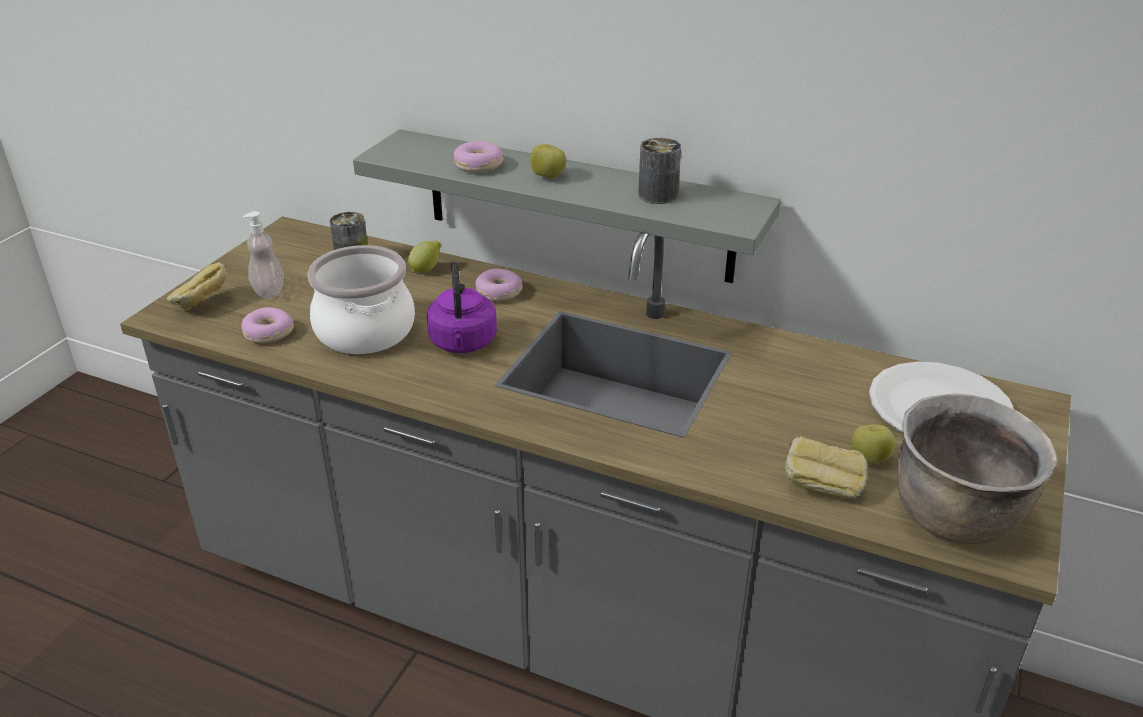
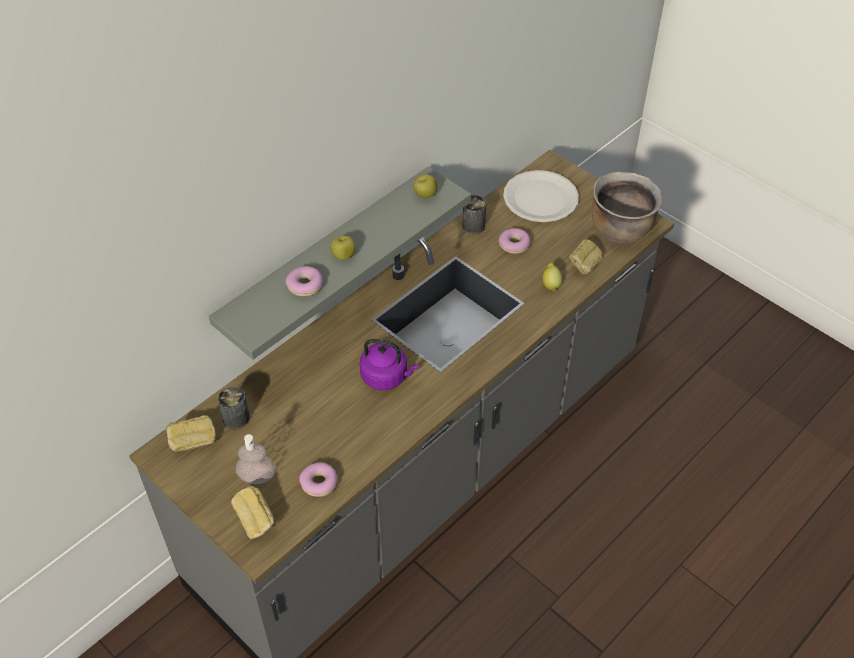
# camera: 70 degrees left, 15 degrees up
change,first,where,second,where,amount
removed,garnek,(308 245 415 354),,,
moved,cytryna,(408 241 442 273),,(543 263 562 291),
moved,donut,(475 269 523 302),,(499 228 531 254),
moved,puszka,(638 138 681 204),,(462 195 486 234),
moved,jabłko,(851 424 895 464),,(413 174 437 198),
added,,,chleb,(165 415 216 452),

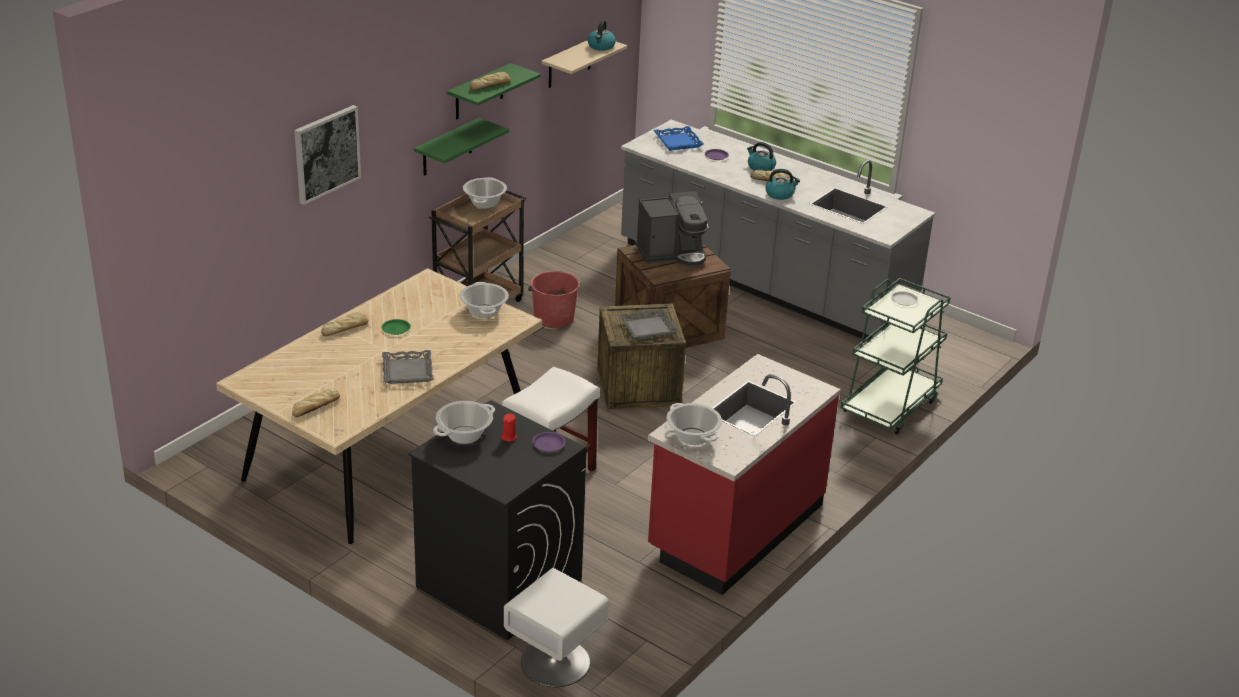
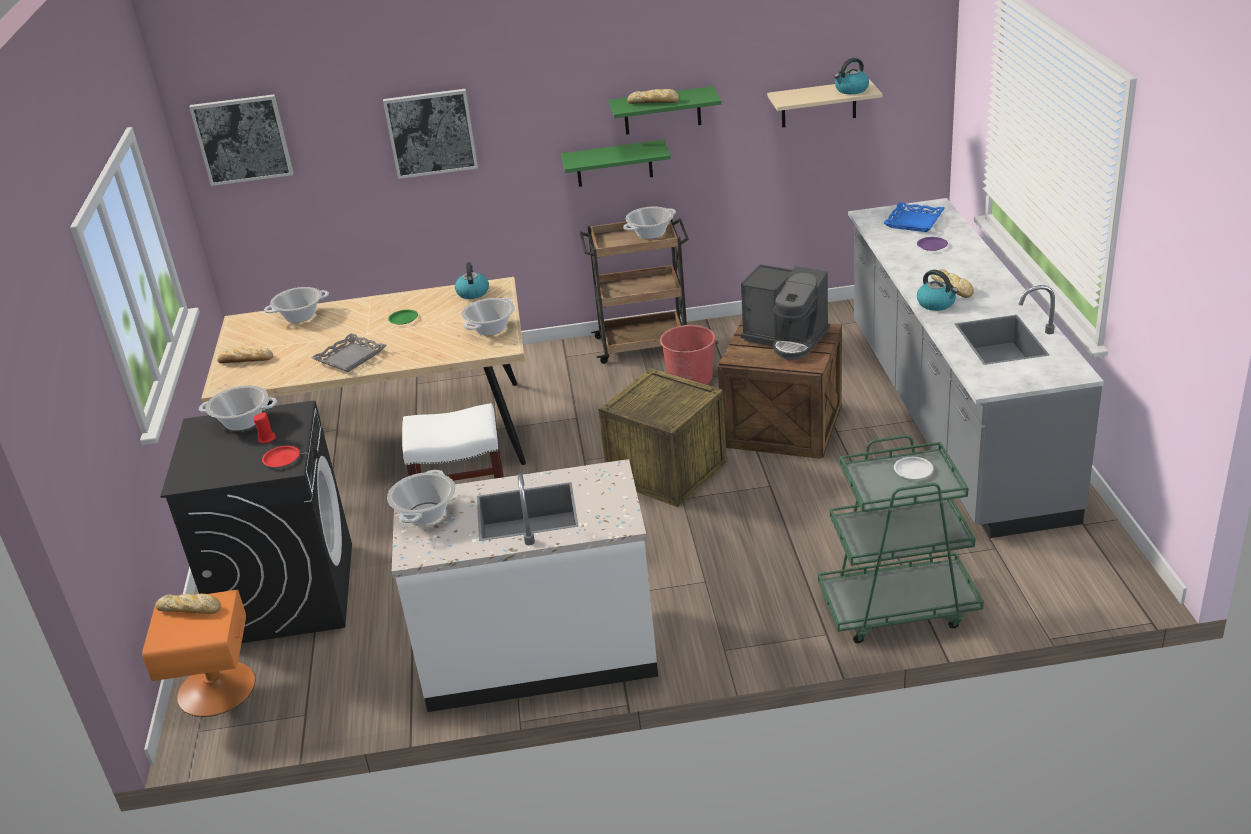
# camera: 50 degrees right, 0 degrees up
change,first,where,second,where,amount
moved,chleb,(321 312 369 336),,(156 594 221 614),
recoloured,szafka nocna/biały,(504 568 609 687),szafka nocna/pomarańczowy,(142 590 255 717),
recoloured,talerz/fioletowy,(532 432 565 451),talerz/czerwony,(262 446 300 467),
removed,taca/szary,(619 309 679 340),,,
recoloured,zabudowa kuchenna/czerwony,(648 354 841 595),zabudowa kuchenna/biały,(392 459 658 712),
moved,czajnik,(747 142 776 171),,(455 262 489 299),
added,,,obraz,(189 94 293 186),
added,,,garnek,(264 287 329 323),

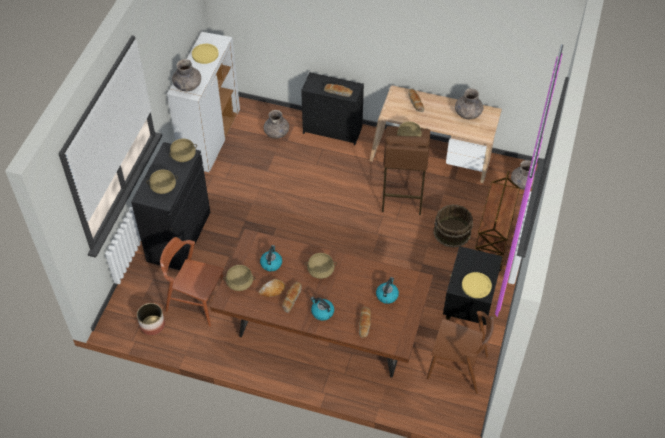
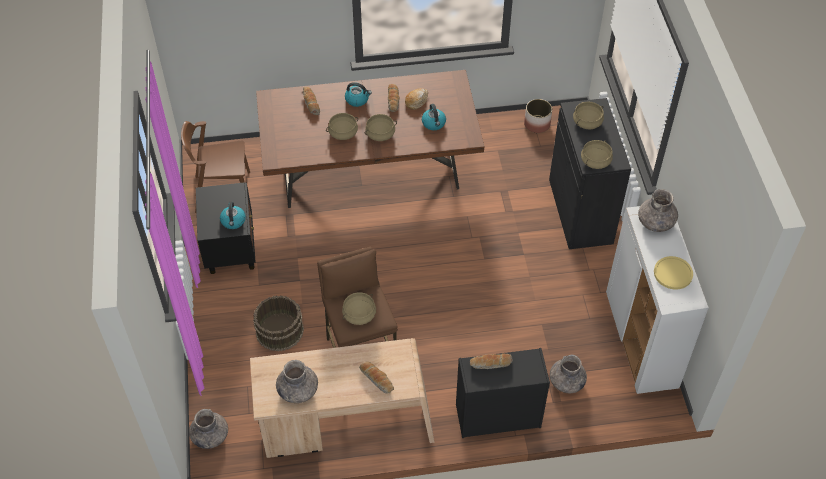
# camera: 155 degrees right, 0 degrees up
change,first,where,second,where,amount
removed,krzesło/brązowy,(160 237 224 327),,,
moved,garnek/beżowy,(223 265 256 291),,(326 113 358 140),
moved,czajnik,(376 277 399 304),,(220 202 246 229),
removed,talerz/żółty,(462 272 492 298),,,
removed,wózek/brązowy,(475 171 520 271),,,

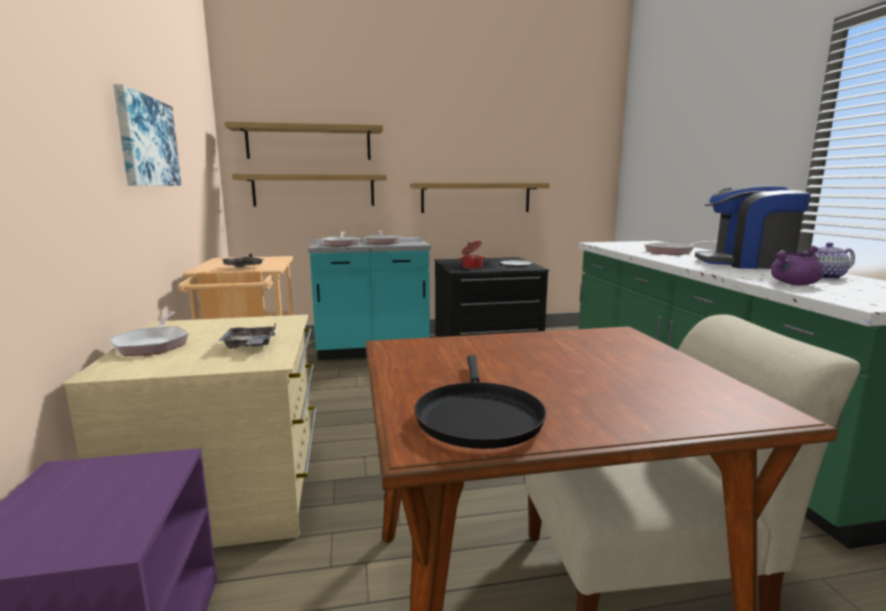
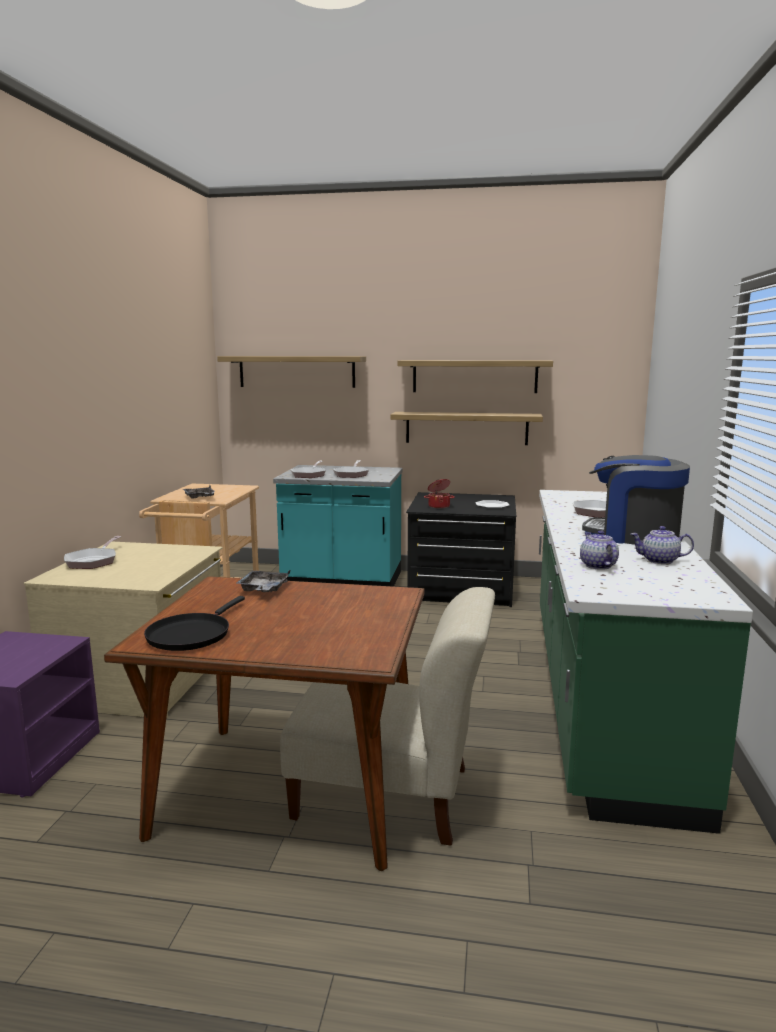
# camera: 20 degrees right, 0 degrees up
change,first,where,second,where,amount
removed,obraz,(113 84 182 186),,,
moved,taca/szary,(218 323 276 349),,(236 570 290 592),
moved,półka,(232 174 387 207),,(397 360 553 393),
replaced,garnek/fioletowy,(771 246 824 285),imbryk,(580 530 619 570),

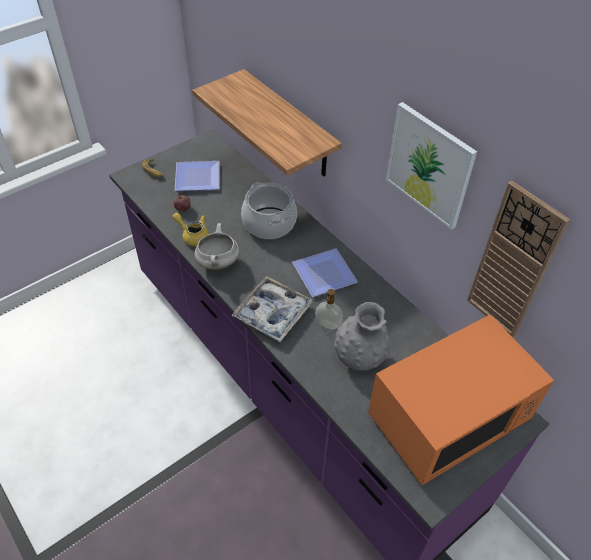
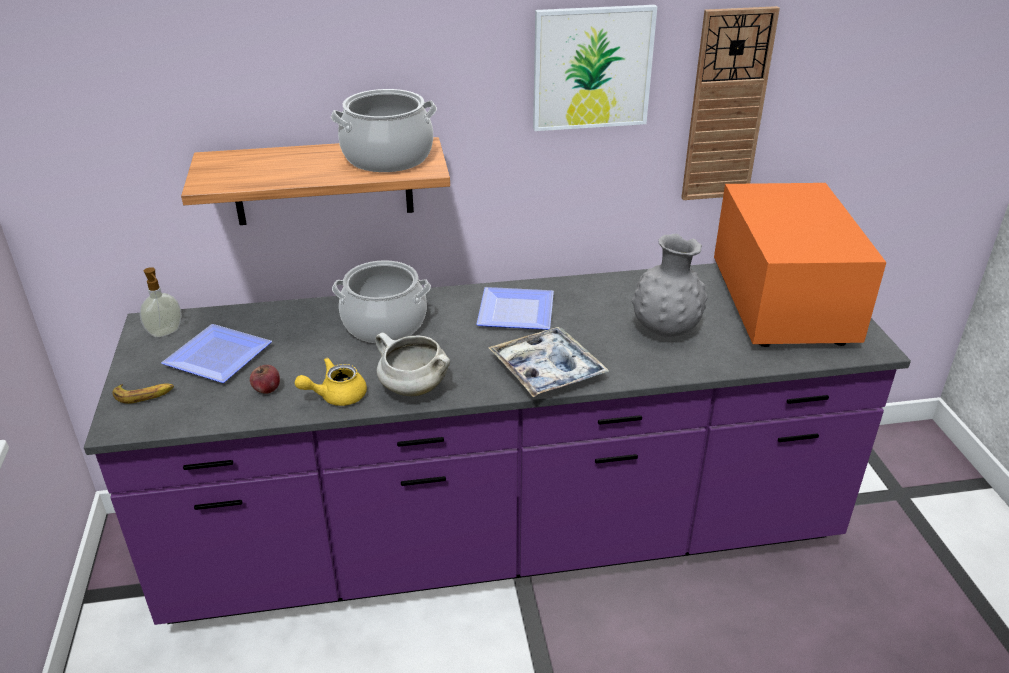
# camera: 60 degrees left, 15 degrees down
change,first,where,second,where,amount
moved,dozownik mydła,(315 289 343 330),,(140 267 182 337),
added,,,garnek,(331 89 437 172),

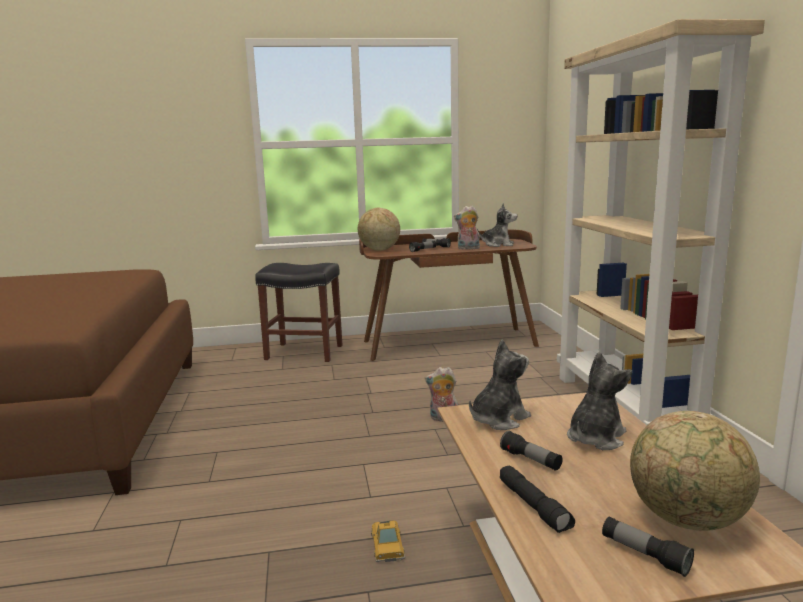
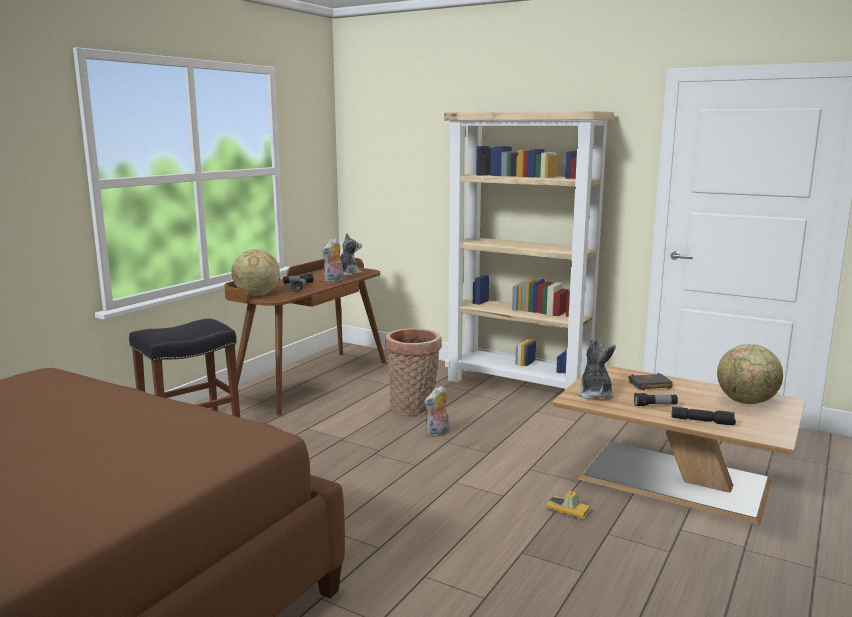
# camera: 50 degrees left, 0 degrees up
change,first,where,second,where,amount
replaced,pluszak,(567 352 632 450),książka/czarny,(628 372 673 390),
removed,latarka,(602 517 694 577),,,
added,,,koszyk,(385 328 441 415),

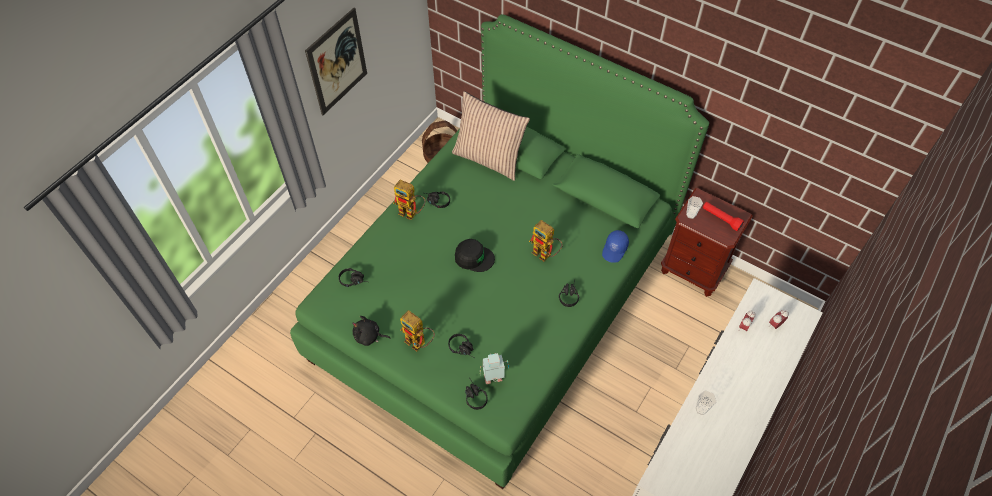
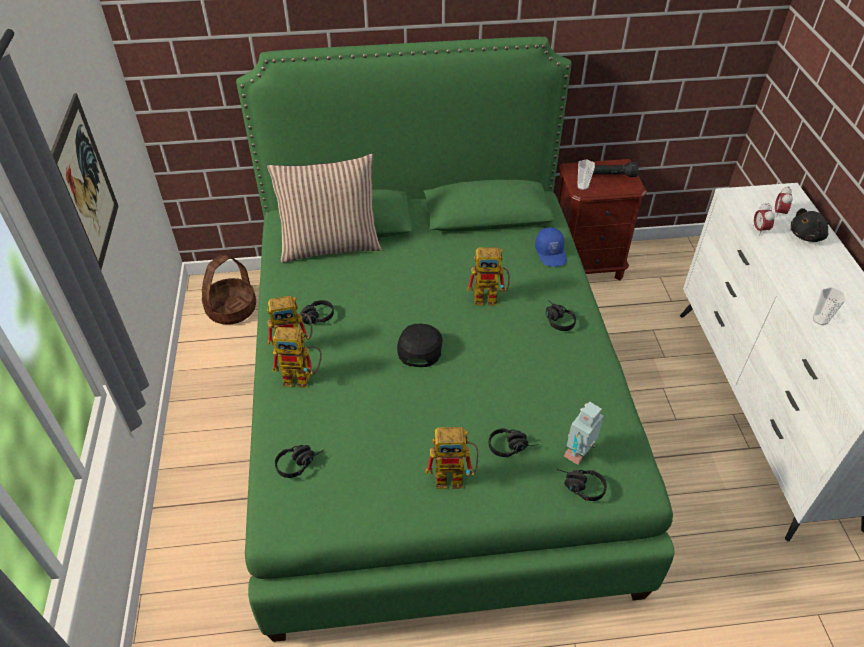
# camera: 40 degrees left, 10 degrees down
change,first,where,second,where,amount
moved,pluszak/czarny,(352 316 391 346),,(790 208 829 242),
turned,czapka z daszkiem/czarny,(455 239 495 272),,(397 324 443 367),60 degrees counterclockwise
recoloured,latarka/czerwony,(703 202 744 231),latarka/czarny,(593 162 638 177),
added,,,robot zabawkowy,(272 327 322 388),

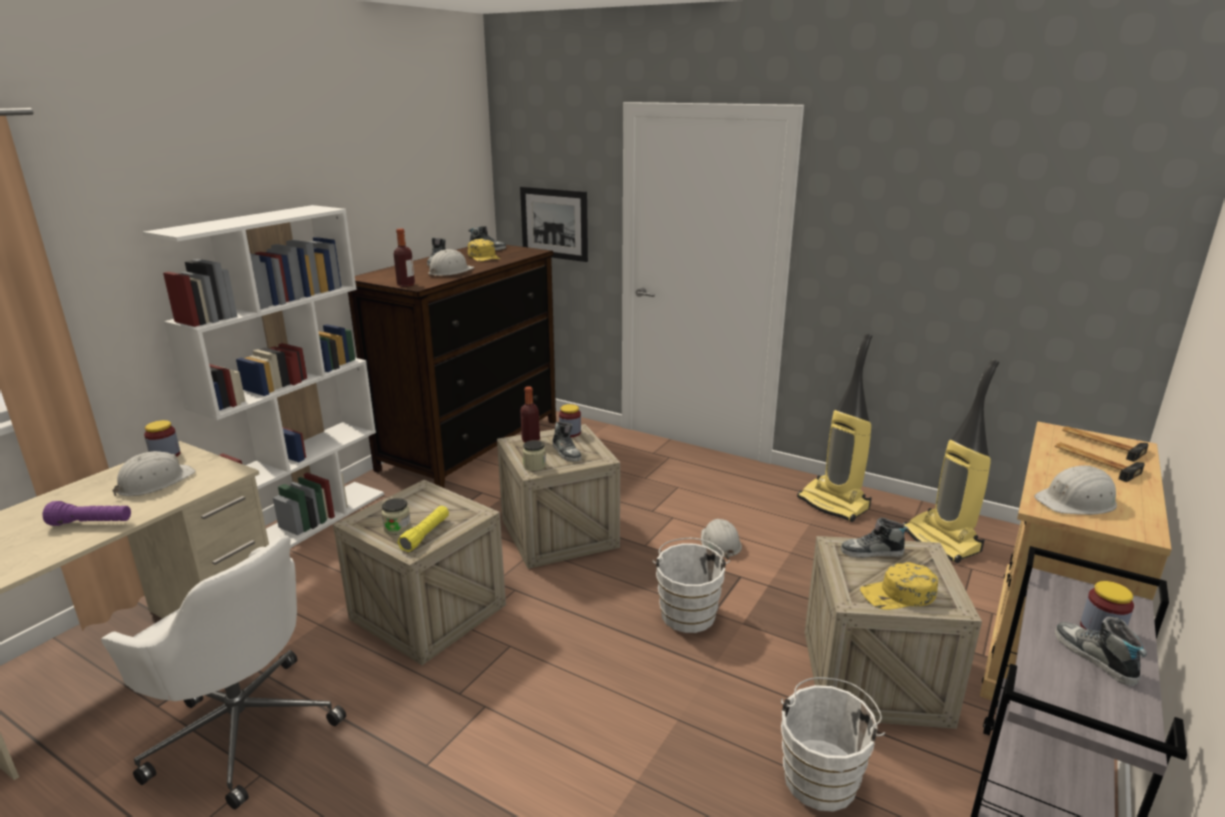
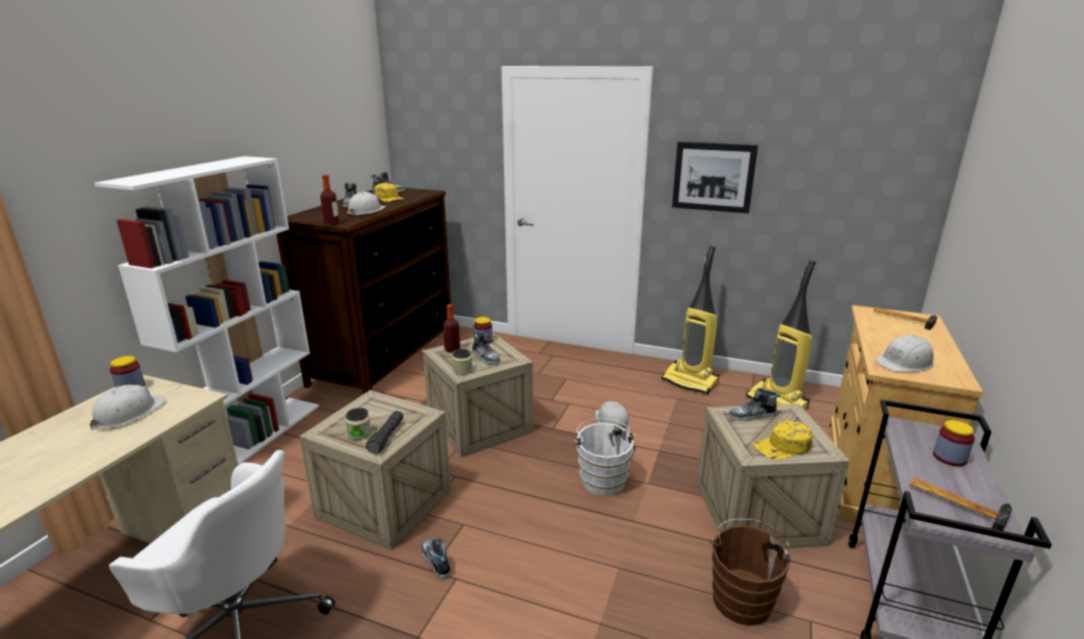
# camera: 10 degrees left, 0 degrees up
change,first,where,second,where,amount
removed,latarka/fioletowy,(42 501 131 526),,,
recoloured,latarka/żółty,(398 506 449 552),latarka/czarny,(366 411 403 454),
moved,obraz,(520 186 588 262),,(672 142 758 213),
recoloured,wiadro/biały,(781 677 885 811),wiadro/brązowy,(710 519 795 626),
moved,młotek,(1055 442 1145 482),,(909 477 1012 531),
moved,but,(1055 617 1147 686),,(421 537 451 580),

